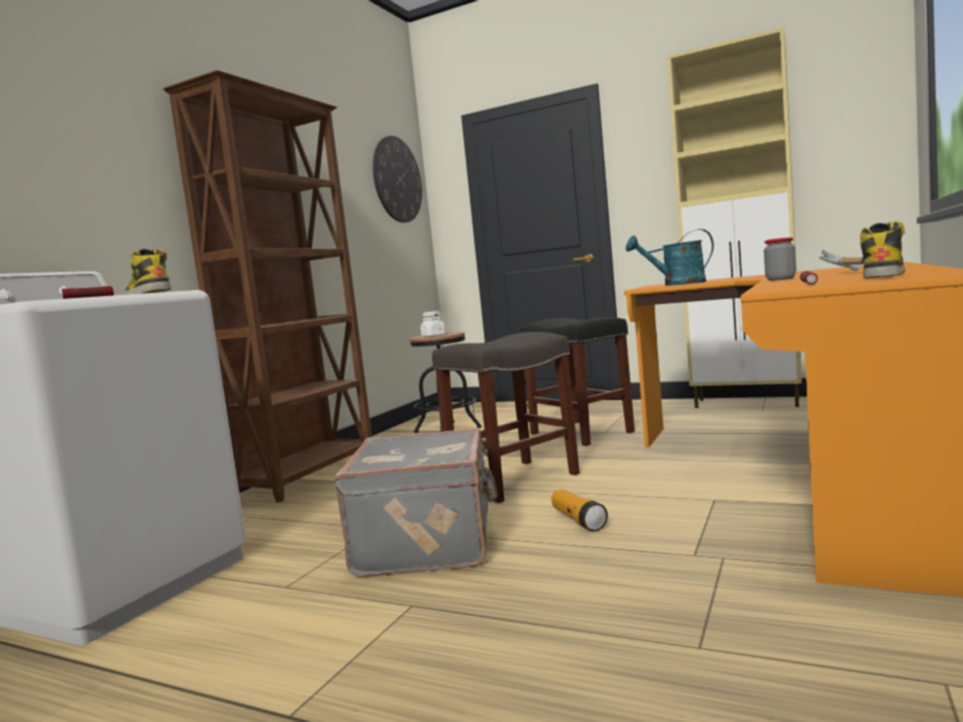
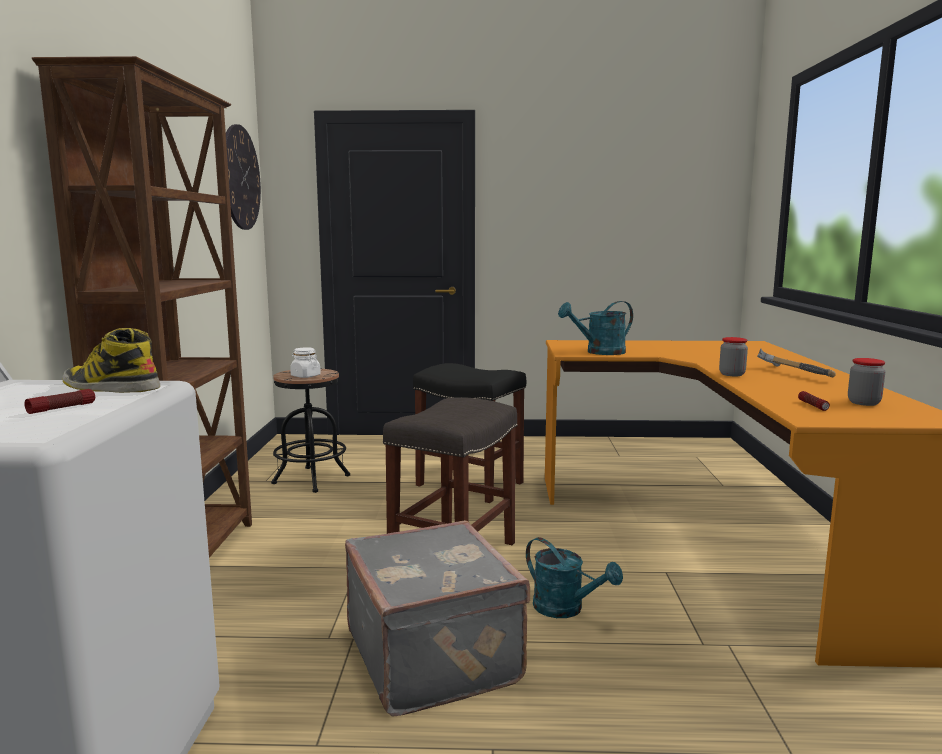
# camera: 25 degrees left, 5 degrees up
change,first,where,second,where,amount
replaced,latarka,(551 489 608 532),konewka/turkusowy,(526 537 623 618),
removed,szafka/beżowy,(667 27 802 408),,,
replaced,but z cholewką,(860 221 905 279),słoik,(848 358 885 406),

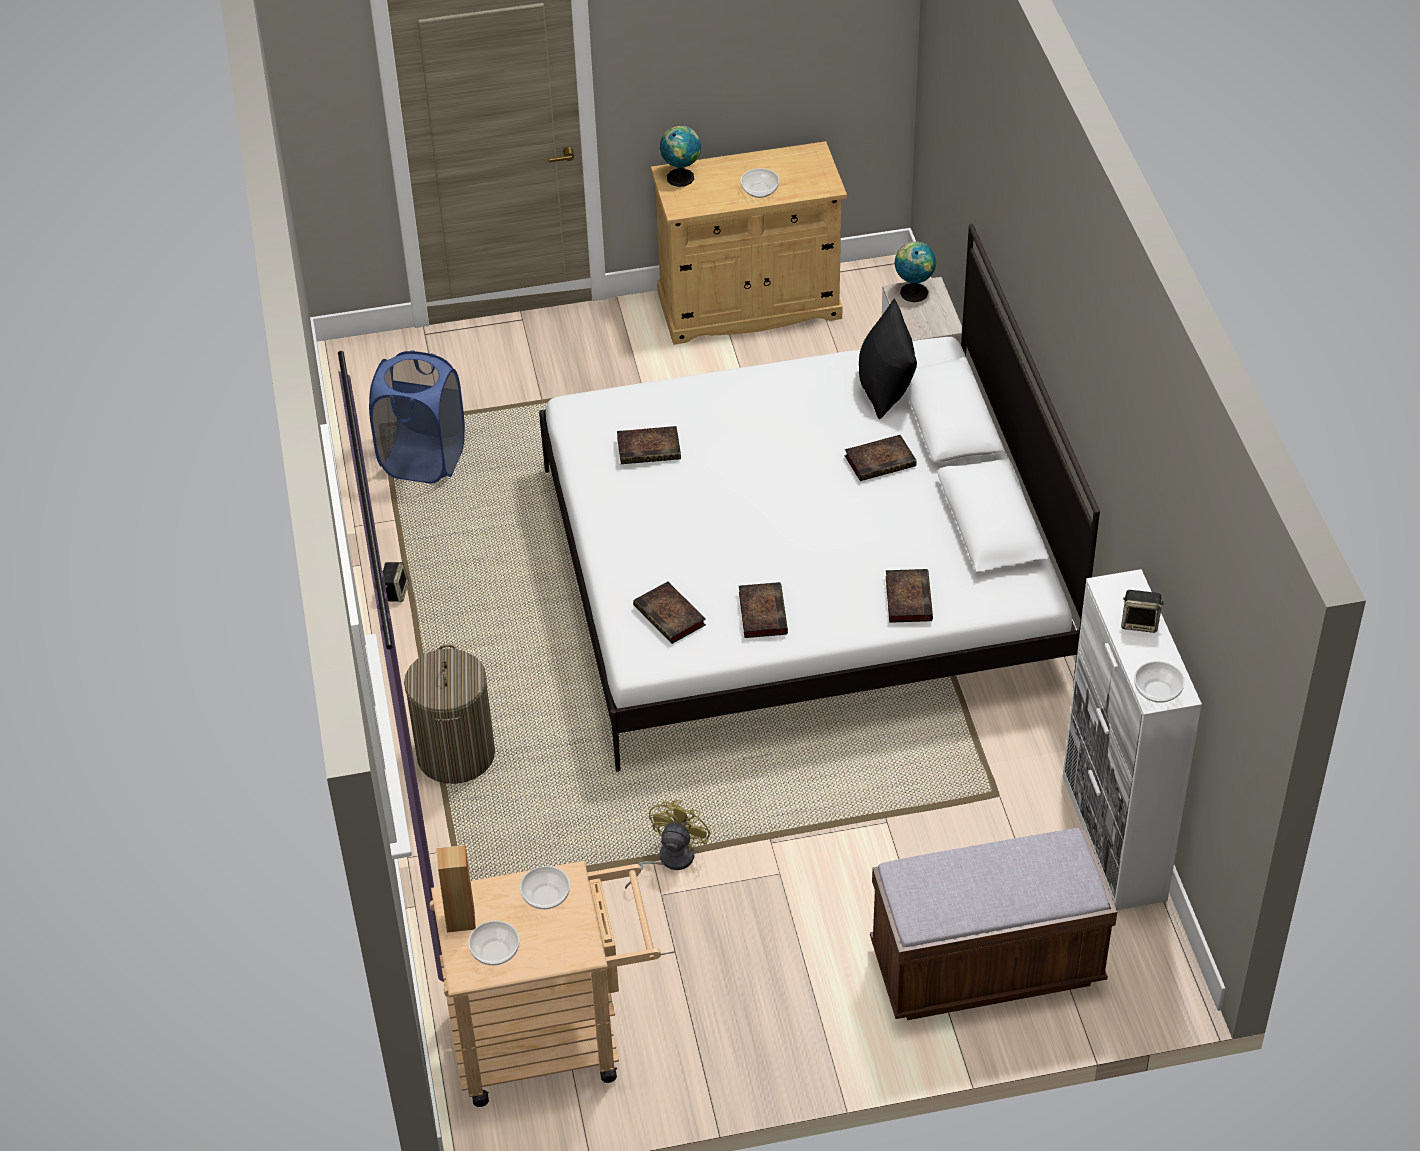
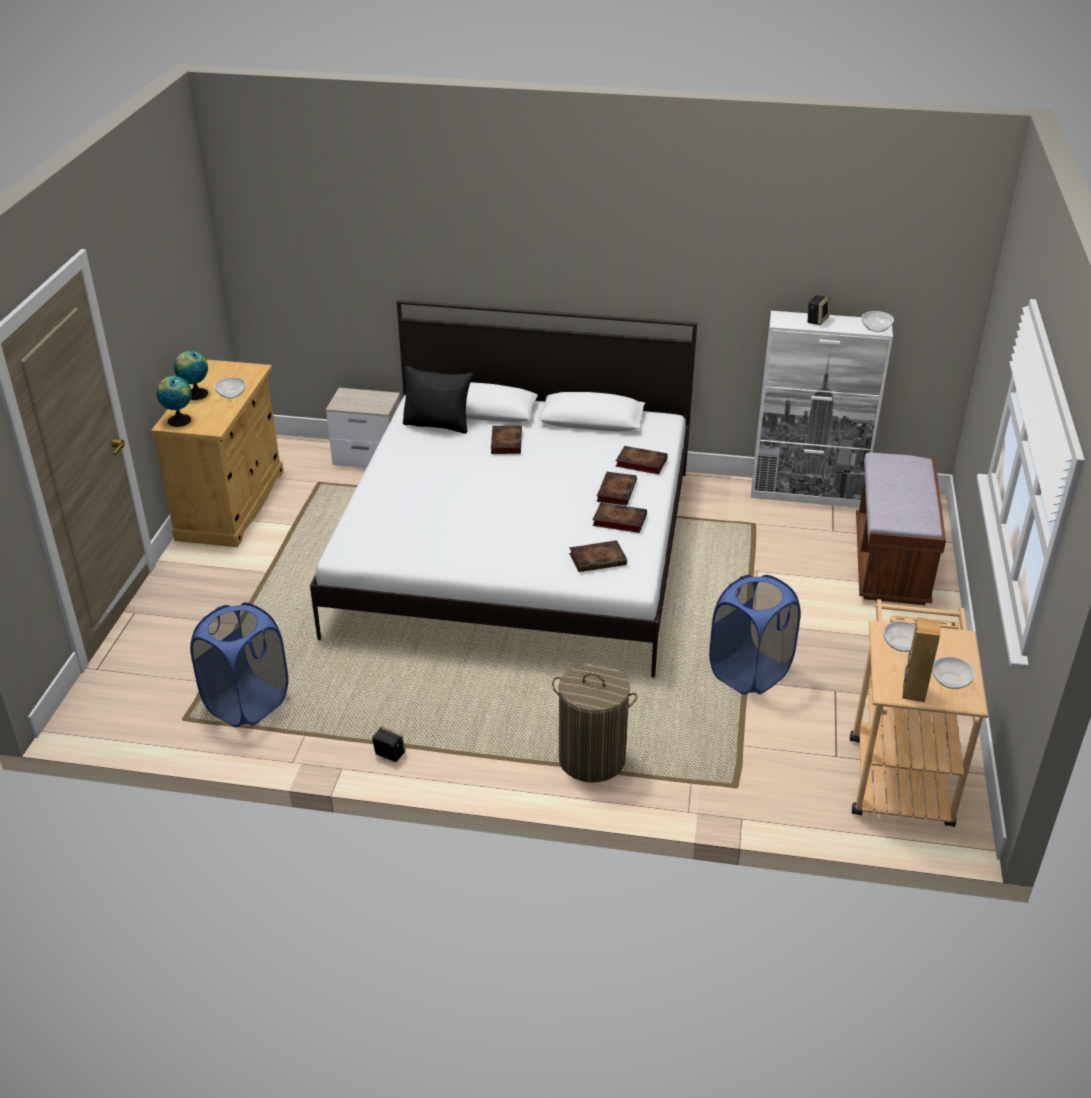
# camera: 70 degrees left, 10 degrees down
change,first,where,second,where,amount
moved,książka,(617 426 681 464),,(597 472 637 506),
replaced,wentylator/żółty,(625 800 711 889),kosz na pranie/niebieski,(709 575 801 694),
moved,globus,(894 241 936 302),,(174 351 208 400),

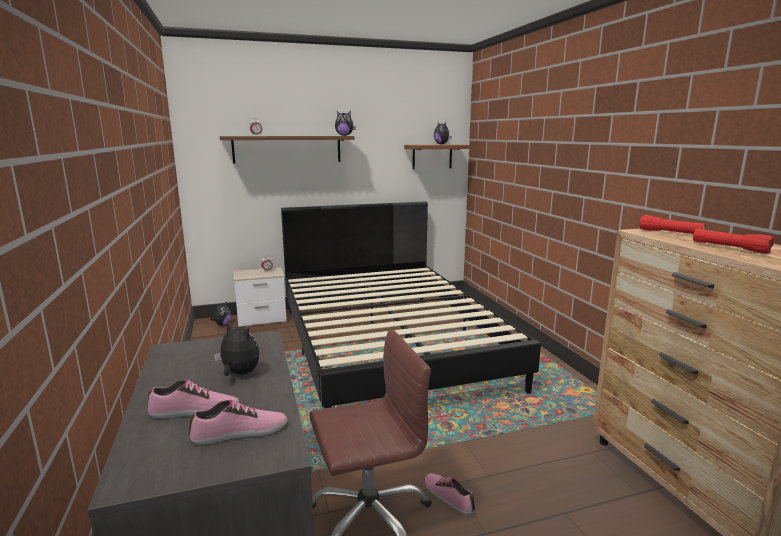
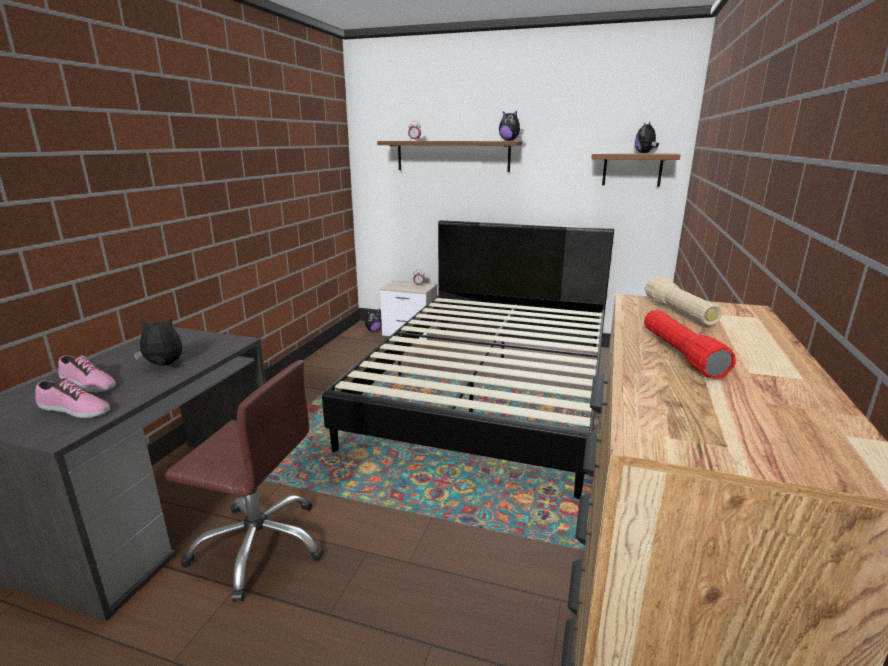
# camera: 35 degrees right, 5 degrees up
change,first,where,second,where,amount
turned,pluszak,(214 322 260 376),,(133 318 182 366),75 degrees counterclockwise
removed,but,(425 473 475 515),,,
recoloured,latarka/czerwony,(639 215 706 234),latarka/beżowy,(645 276 722 325),

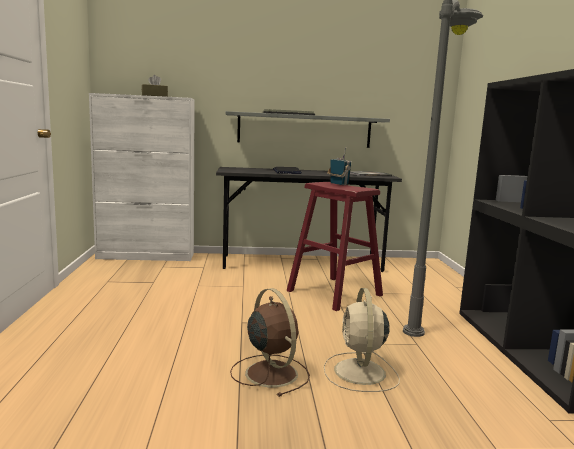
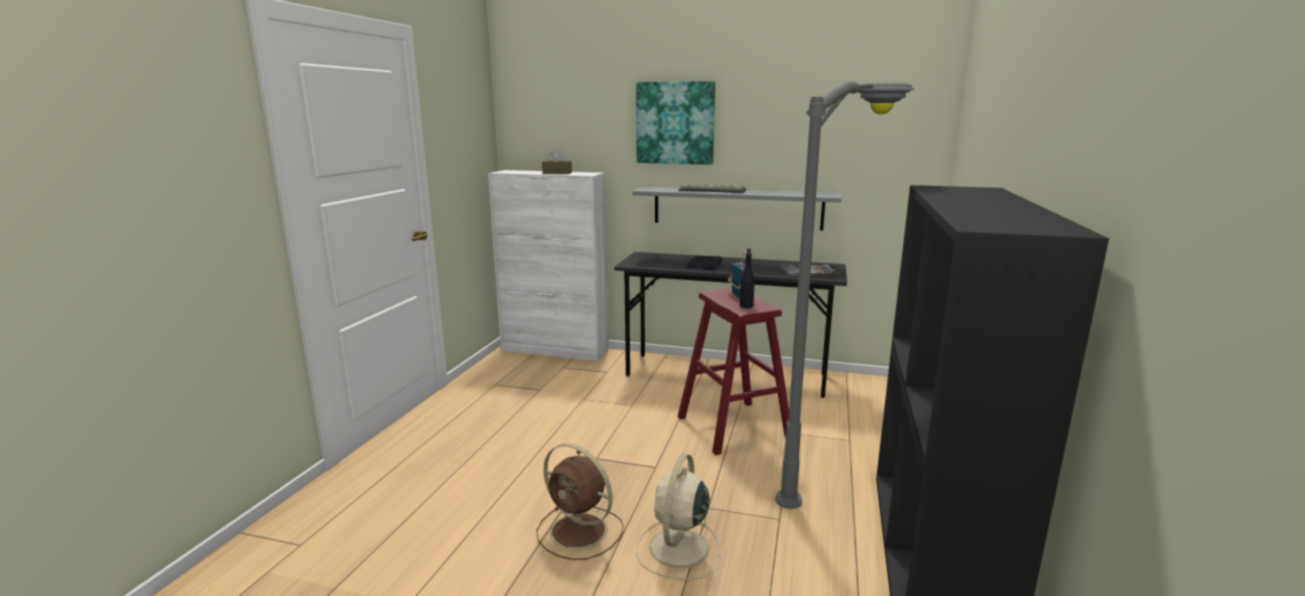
# camera: 20 degrees right, 5 degrees up
change,first,where,second,where,amount
turned,wentylator/brązowy,(230 288 310 397),,(536 443 624 560),135 degrees clockwise
added,,,obraz,(636 81 715 165),
added,,,butelka/czarny,(740 248 755 308),

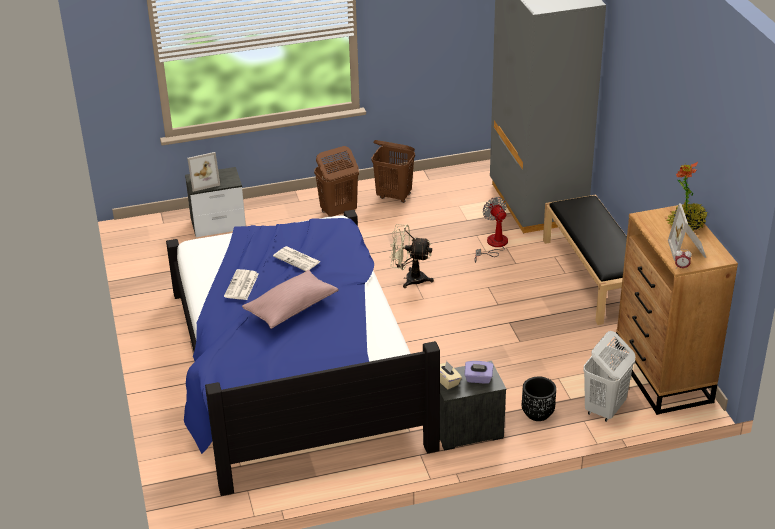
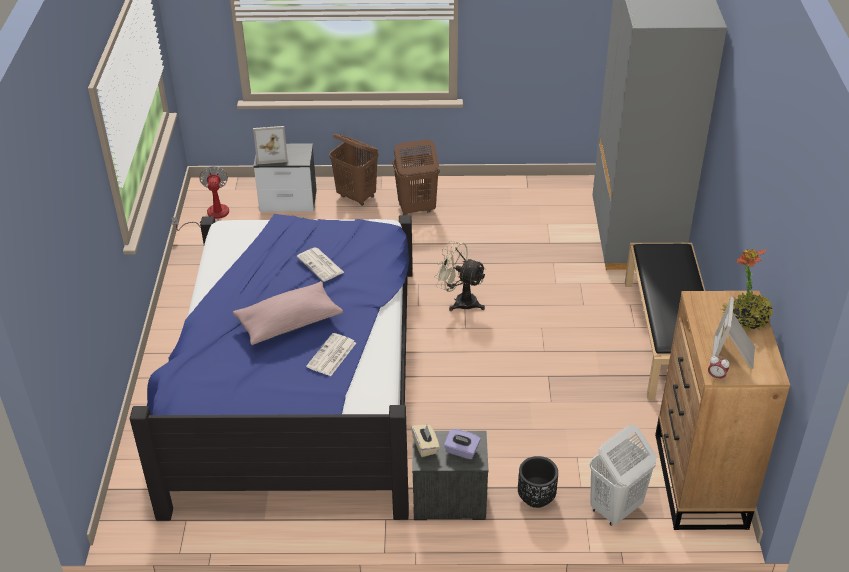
# camera: 15 degrees right, 5 degrees up
change,first,where,second,where,amount
moved,gazeta,(224 269 259 300),,(306 333 356 376),
moved,kosz na pranie/brązowy,(371 140 415 203),,(329 134 378 206),
moved,wentylator,(475 197 508 263),,(171 166 229 231),

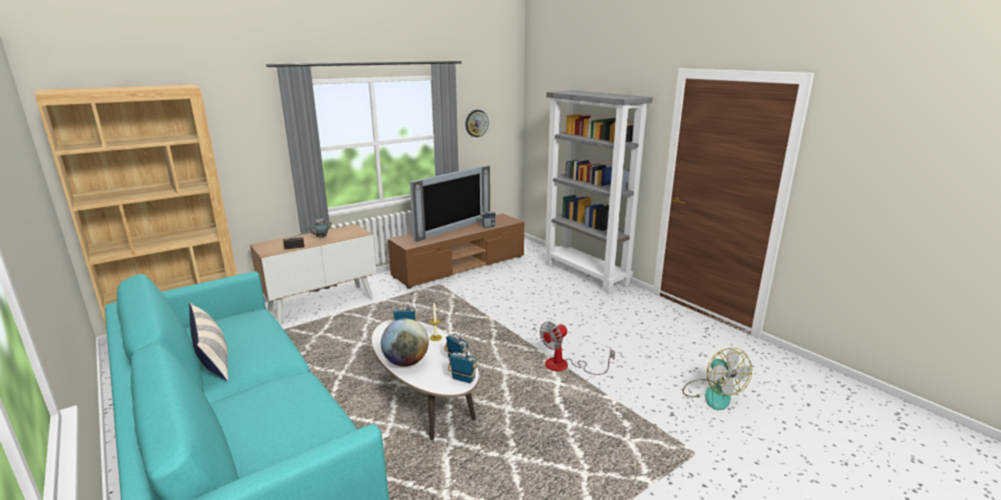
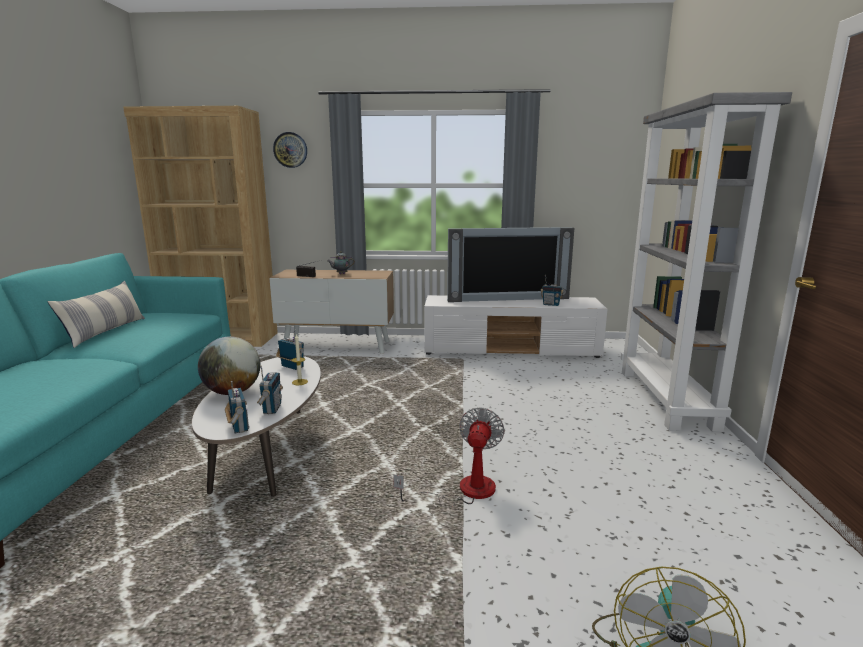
# camera: 40 degrees right, 5 degrees down
change,first,where,second,where,amount
recoloured,szafka pod telewizor/brązowy,(388 214 524 289),szafka pod telewizor/biały,(424 295 607 358),
moved,zegar ścienny,(465 110 489 137),,(273 132 307 168),
turned,wentylator,(540 322 615 375),,(393 407 505 507),105 degrees clockwise

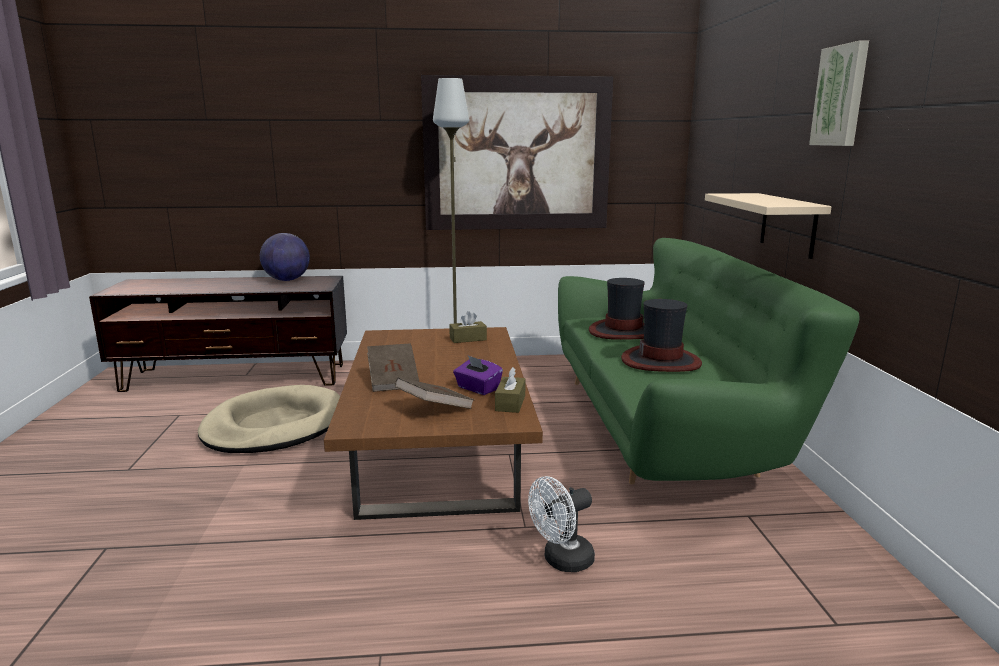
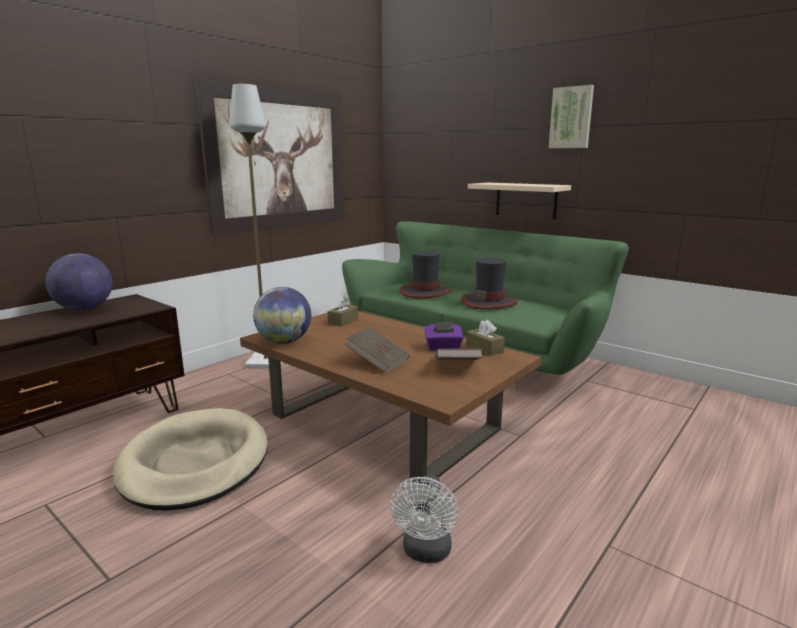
# camera: 45 degrees left, 0 degrees up
change,first,where,second,where,amount
moved,wentylator/biały,(528 476 595 572),,(390 474 458 563),
added,,,globus,(253 287 311 344),

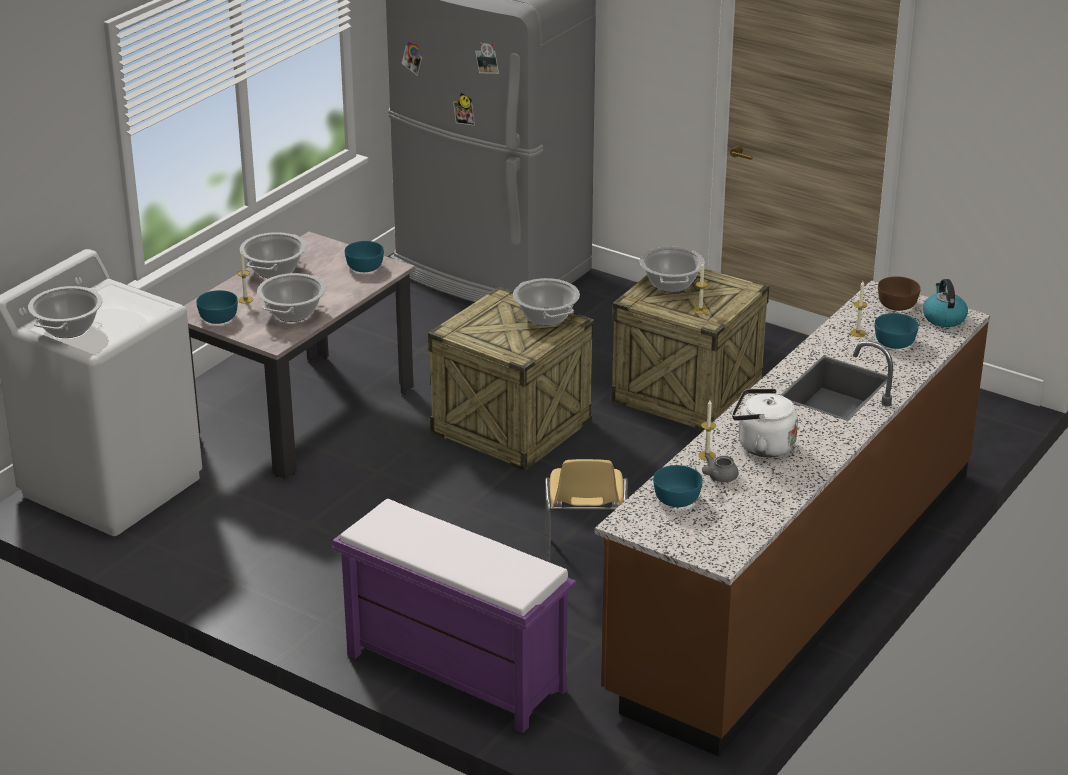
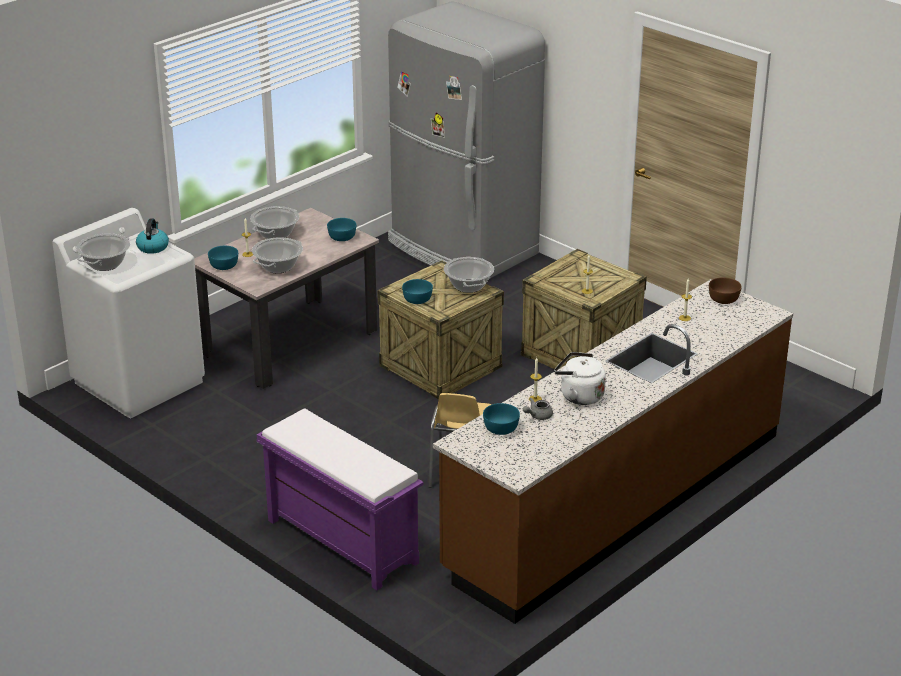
# camera: 10 degrees right, 0 degrees up
change,first,where,second,where,amount
removed,garnek,(640 246 705 292),,,
moved,miska/turkusowy,(875 313 919 349),,(402 279 433 304),
moved,czajnik,(923 279 968 327),,(136 218 169 254),

